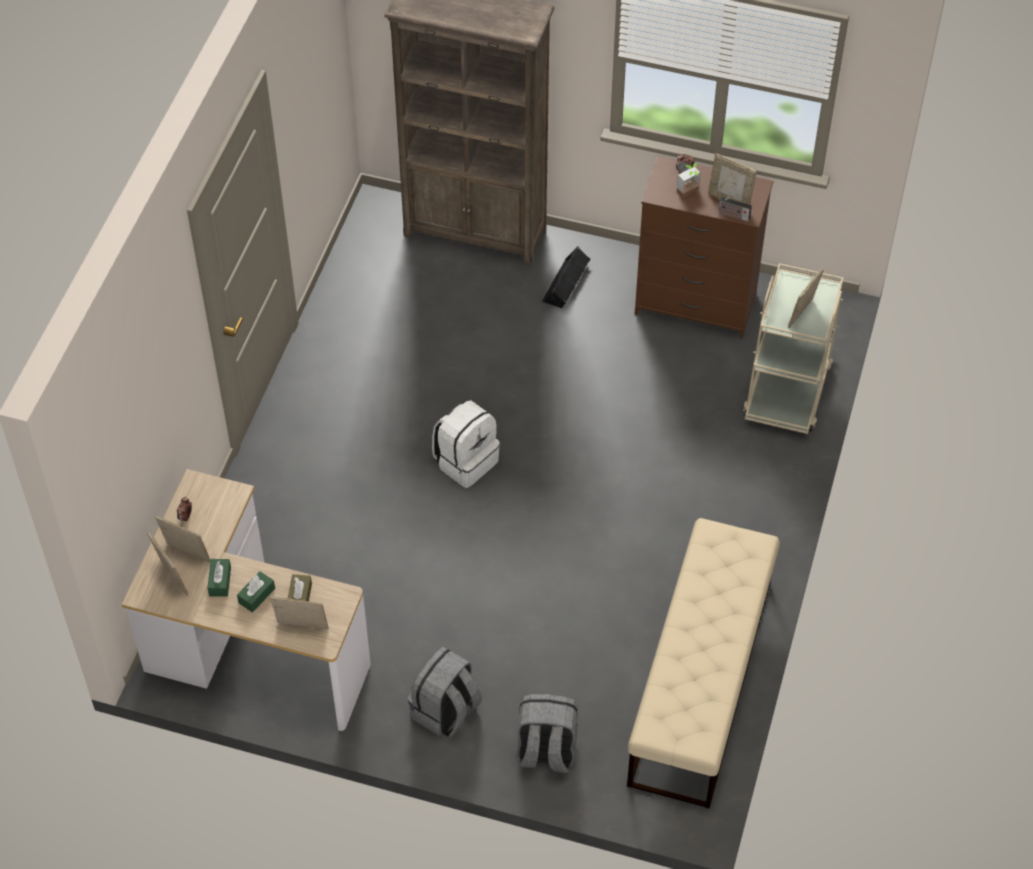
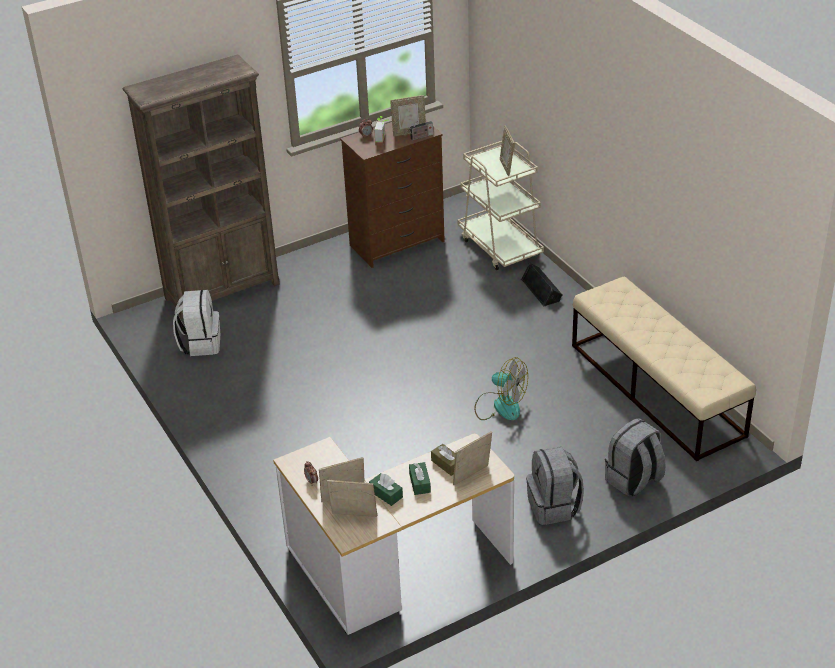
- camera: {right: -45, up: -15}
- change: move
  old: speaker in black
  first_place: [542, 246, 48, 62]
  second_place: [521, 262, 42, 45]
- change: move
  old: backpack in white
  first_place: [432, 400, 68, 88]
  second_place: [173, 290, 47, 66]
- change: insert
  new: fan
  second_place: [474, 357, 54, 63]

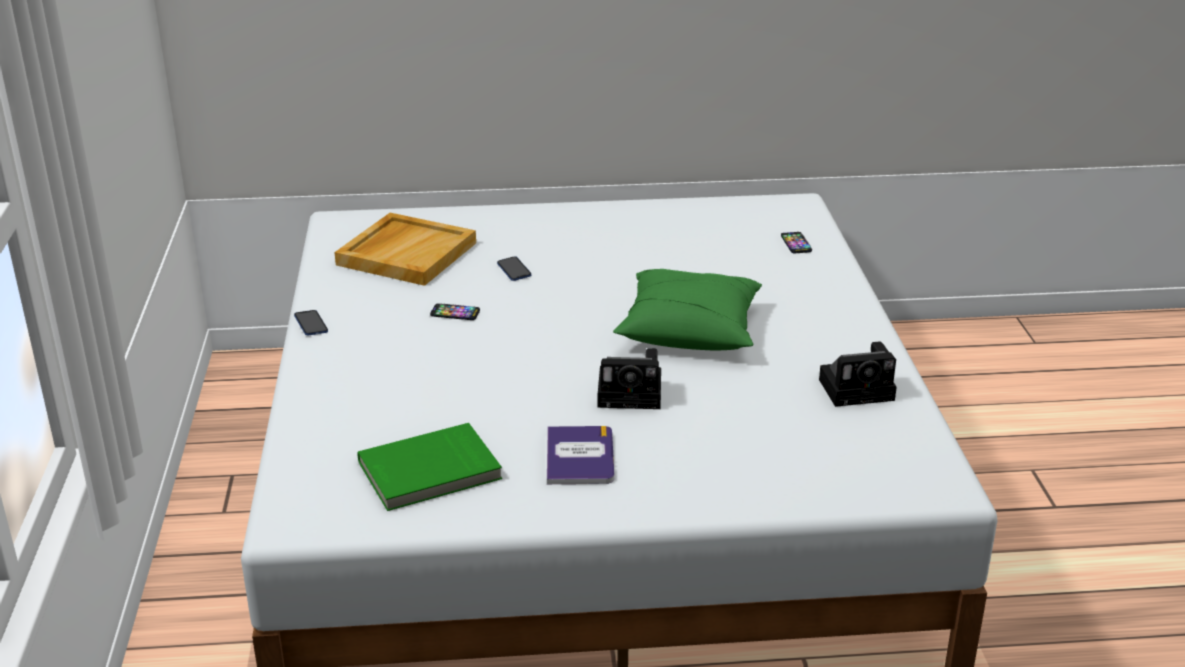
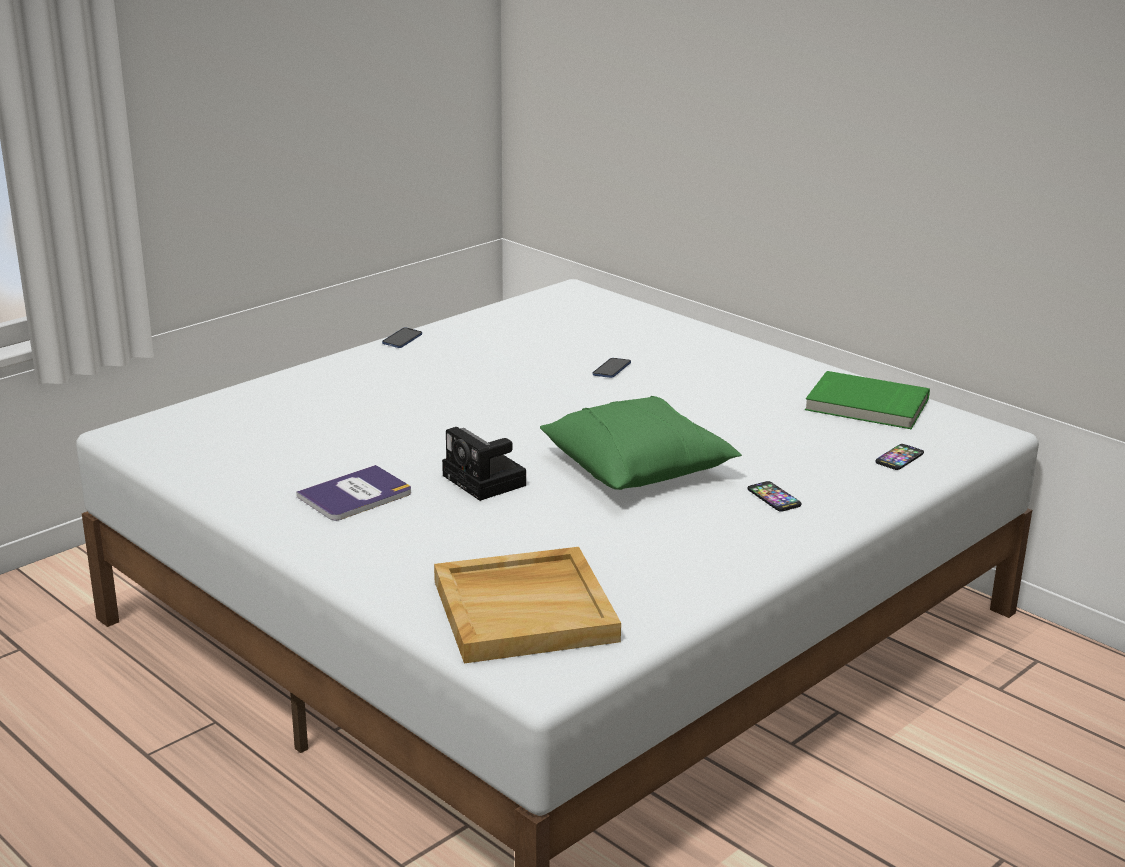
- camera: {right: 50, up: -5}
- change: move
  old: tray in beige
  first_place: [334, 213, 142, 73]
  second_place: [434, 547, 187, 116]
- change: move
  old: phone
  first_place: [430, 303, 50, 17]
  second_place: [748, 481, 53, 31]
- change: delete
  old: photo camera
  first_place: [819, 341, 78, 66]
- change: move
  old: book in green
  first_place: [357, 423, 145, 88]
  second_place: [805, 371, 125, 58]

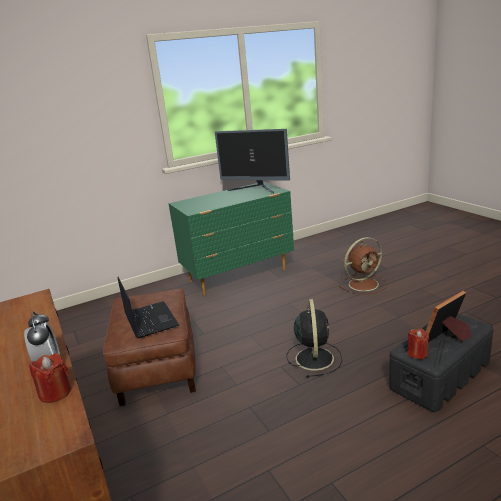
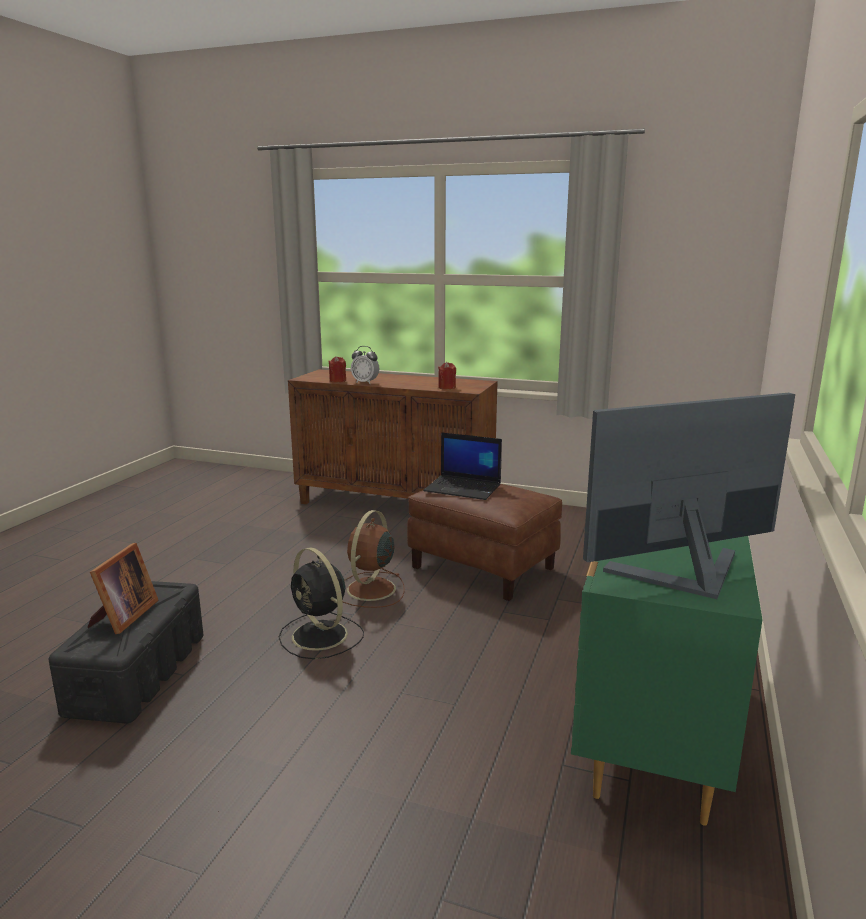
- camera: {right: 135, up: -5}
- change: move
  old: fan in brown
  first_place: [340, 237, 47, 58]
  second_place: [343, 510, 62, 98]
- change: move
  old: candle in red
  first_place: [407, 328, 22, 31]
  second_place: [438, 362, 18, 27]

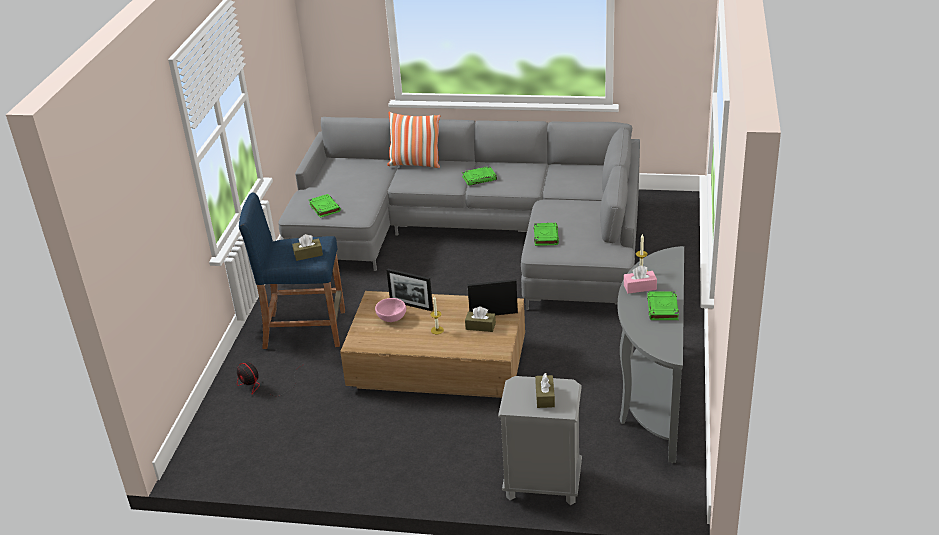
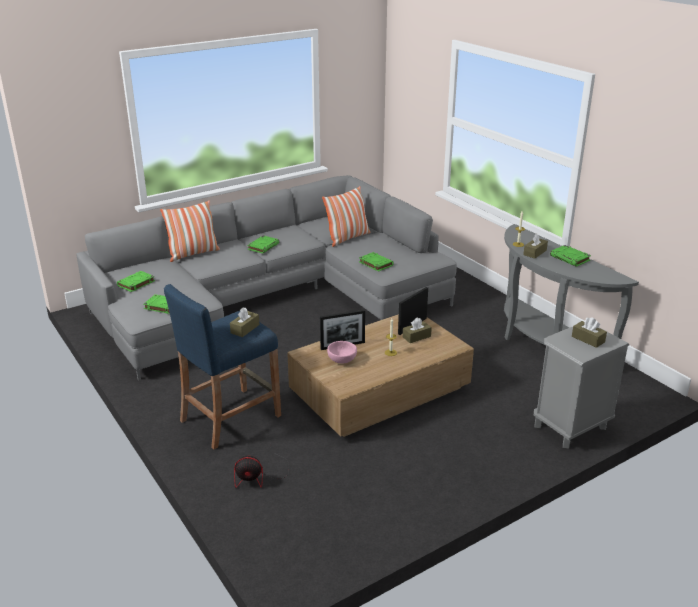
- camera: {right: -45, up: -5}
- change: recolor
  old: tissue box in pink
  new: tissue box in brown
  first_place: [624, 265, 33, 28]
  second_place: [523, 233, 25, 26]
- change: insert
  new: pillow
  second_place: [322, 186, 48, 61]
- change: insert
  new: book in green
  second_place: [117, 271, 38, 21]

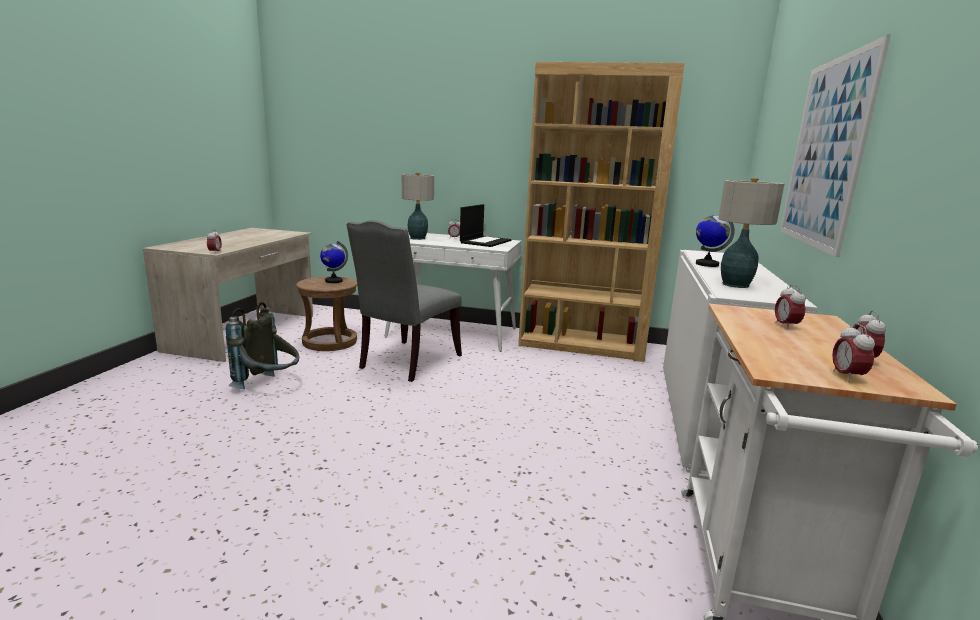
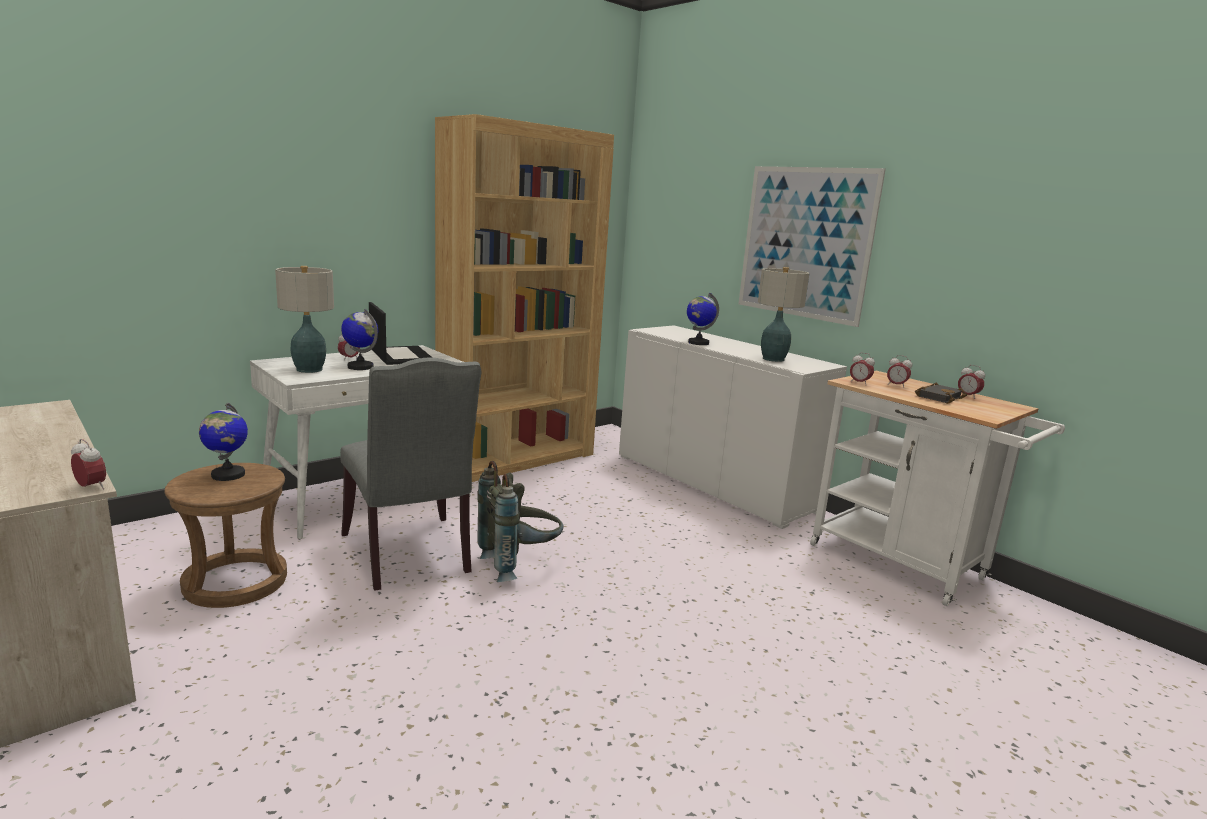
- camera: {right: -55, up: 0}
- change: move
  old: backpack in grey
  first_place: [226, 302, 73, 87]
  second_place: [477, 461, 87, 121]
- change: move
  old: alarm clock
  first_place: [832, 323, 43, 59]
  second_place: [850, 353, 25, 31]
- change: insert
  new: globe
  second_place: [341, 309, 37, 61]
- change: insert
  new: book in black
  second_place: [915, 383, 52, 21]

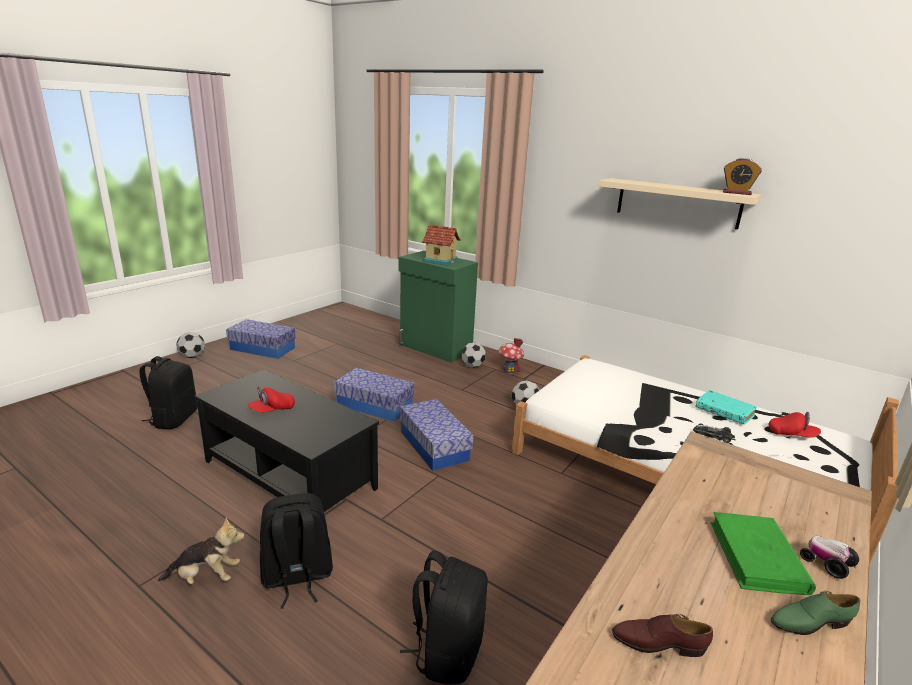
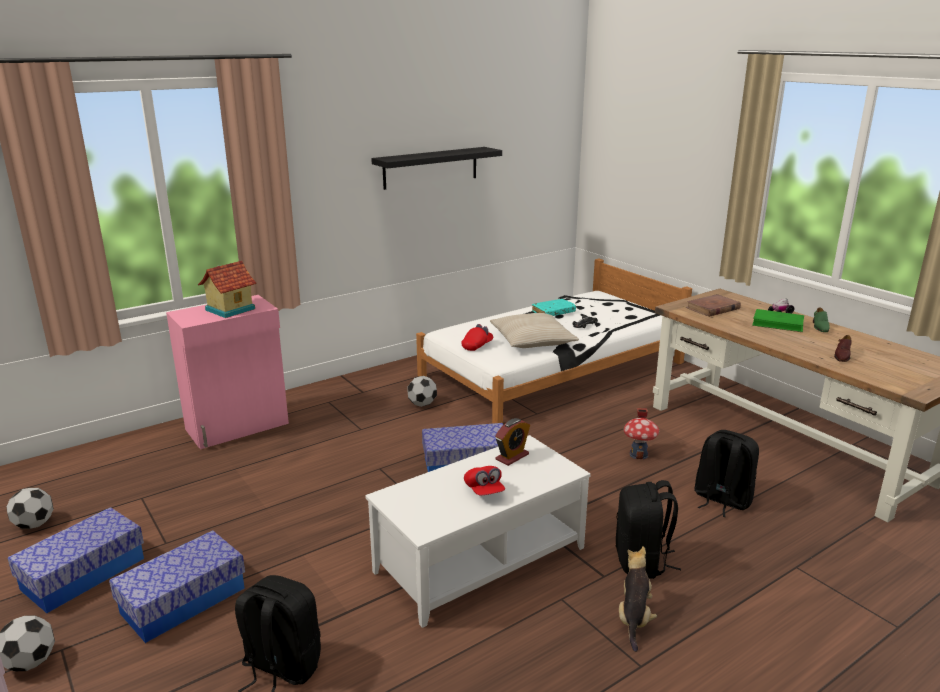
- camera: {right: -70, up: 0}
- change: move
  old: alarm clock
  first_place: [723, 158, 39, 37]
  second_place: [495, 418, 35, 48]
- change: recolor
  old: shelf in beige
  new: shelf in black
  first_place: [598, 178, 164, 51]
  second_place: [371, 147, 131, 43]
- change: recolor
  old: cabinet in green
  new: cabinet in pink
  first_place: [399, 251, 79, 112]
  second_place: [166, 295, 123, 154]
- change: move
  old: toy house
  first_place: [499, 338, 25, 36]
  second_place: [624, 408, 35, 52]
- change: move
  old: football
  first_place: [461, 342, 25, 26]
  second_place: [6, 488, 48, 41]
- change: move
  old: storage box
  first_place: [334, 368, 81, 54]
  second_place: [109, 531, 136, 112]
- change: recolor
  old: coffee table in black
  new: coffee table in white
  first_place: [195, 369, 184, 143]
  second_place: [365, 435, 226, 193]
- change: move
  old: cap in red
  first_place: [769, 412, 52, 26]
  second_place: [461, 324, 32, 27]
- change: insert
  new: book in brown
  second_place: [685, 294, 56, 23]
- change: insert
  new: pillow in beige
  second_place: [490, 313, 89, 35]

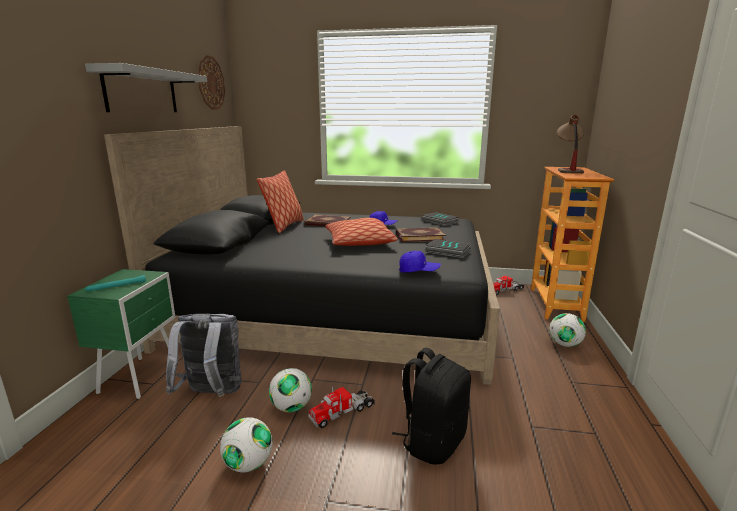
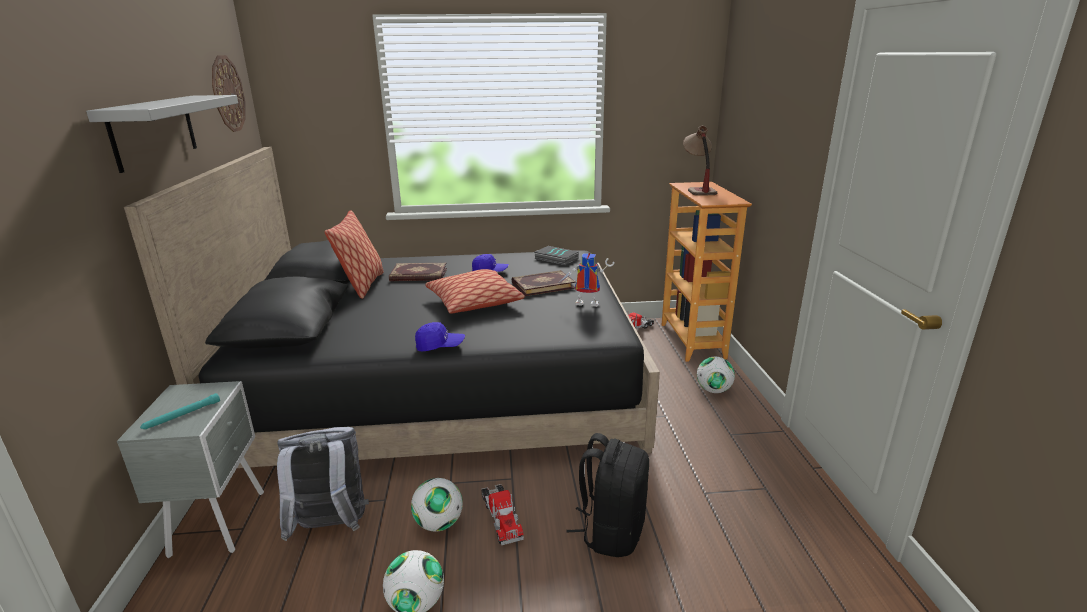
- camera: {right: -15, up: 5}
- change: replace
  old: book
  new: toy robot
  first_place: [426, 239, 45, 19]
  second_place: [558, 253, 56, 54]
- change: move
  old: cap in blue
  first_place: [399, 251, 42, 21]
  second_place: [415, 322, 50, 29]
- change: recolor
  old: nightstand in green
  new: nightstand in grey
  first_place: [67, 269, 108, 130]
  second_place: [117, 381, 147, 177]
- change: rotate
  old: toy truck
  first_place: [308, 387, 67, 41]
  second_place: [481, 484, 43, 61]
  degrees: -60

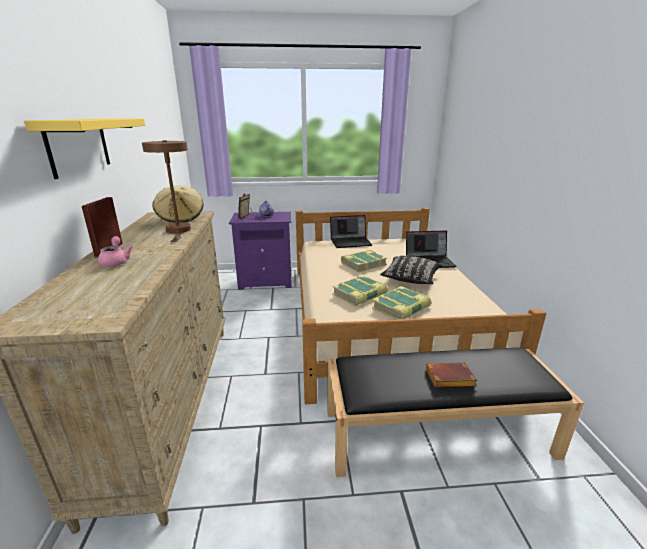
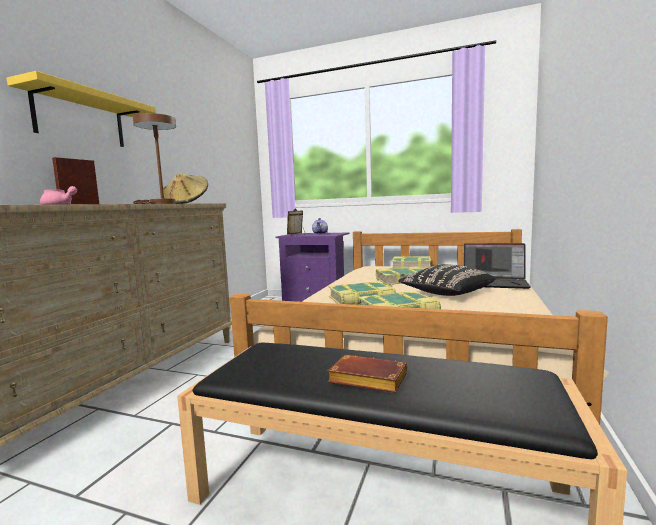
- camera: {right: 25, up: -15}
- change: replace
  old: laptop
  new: book
  first_place: [330, 215, 42, 33]
  second_place: [392, 256, 39, 13]

